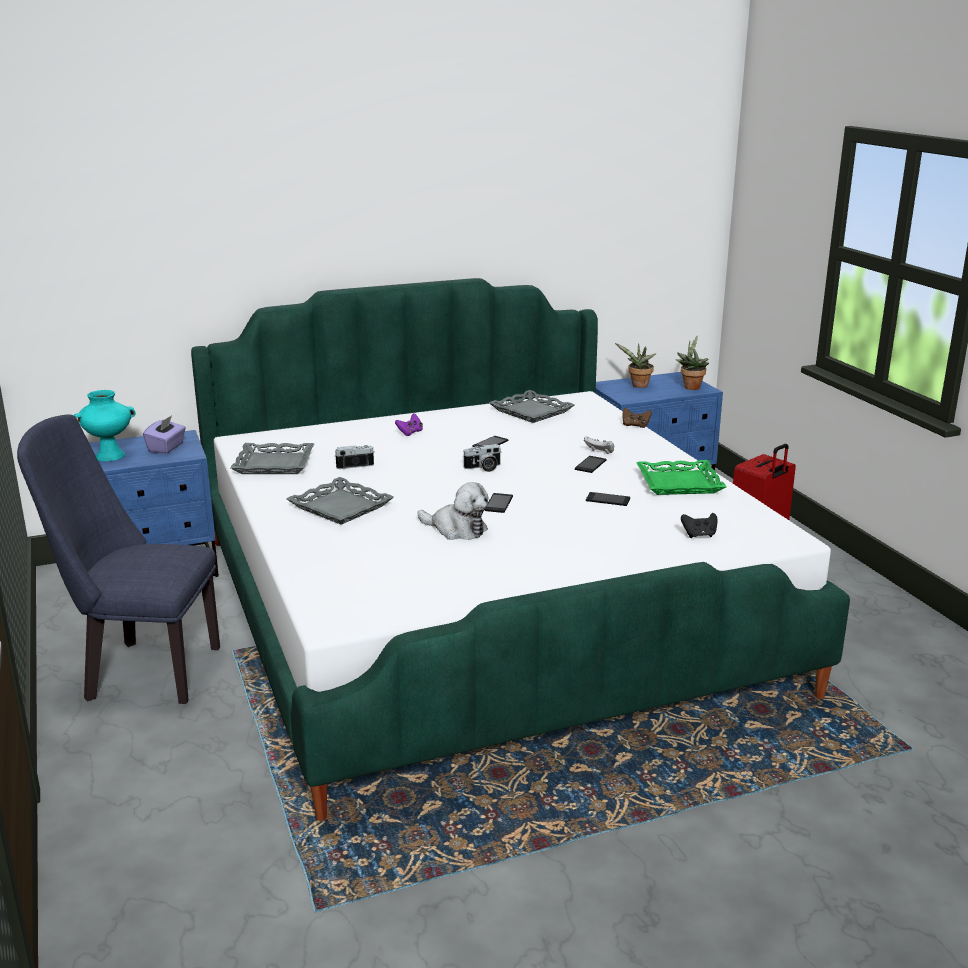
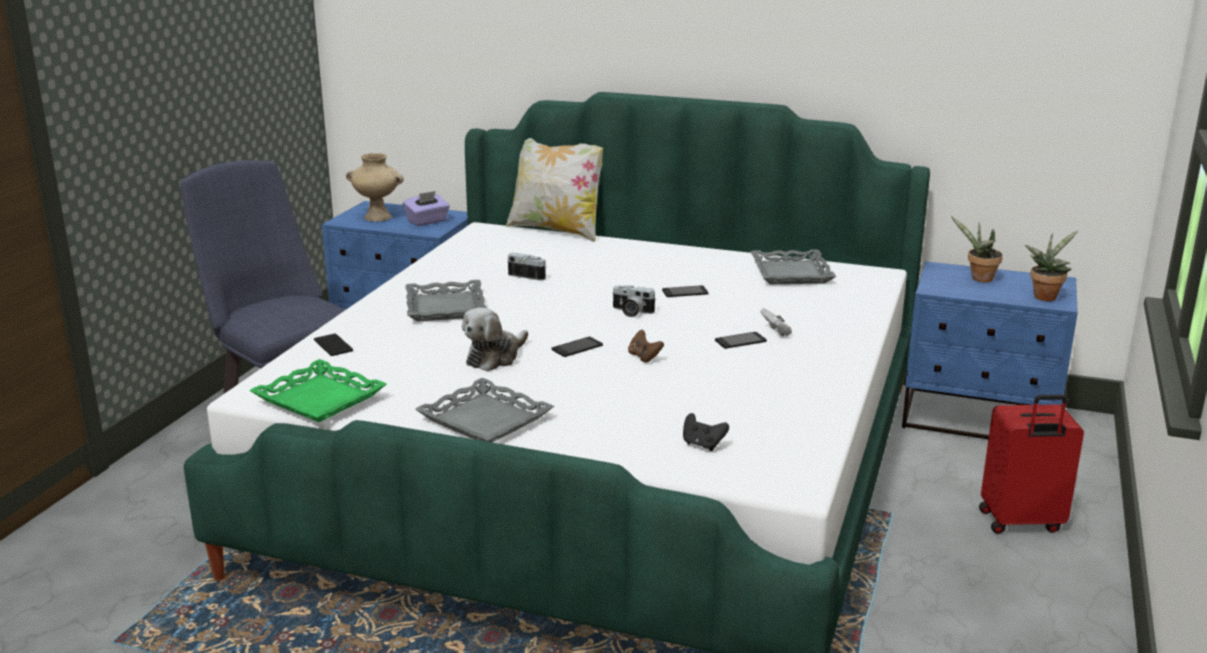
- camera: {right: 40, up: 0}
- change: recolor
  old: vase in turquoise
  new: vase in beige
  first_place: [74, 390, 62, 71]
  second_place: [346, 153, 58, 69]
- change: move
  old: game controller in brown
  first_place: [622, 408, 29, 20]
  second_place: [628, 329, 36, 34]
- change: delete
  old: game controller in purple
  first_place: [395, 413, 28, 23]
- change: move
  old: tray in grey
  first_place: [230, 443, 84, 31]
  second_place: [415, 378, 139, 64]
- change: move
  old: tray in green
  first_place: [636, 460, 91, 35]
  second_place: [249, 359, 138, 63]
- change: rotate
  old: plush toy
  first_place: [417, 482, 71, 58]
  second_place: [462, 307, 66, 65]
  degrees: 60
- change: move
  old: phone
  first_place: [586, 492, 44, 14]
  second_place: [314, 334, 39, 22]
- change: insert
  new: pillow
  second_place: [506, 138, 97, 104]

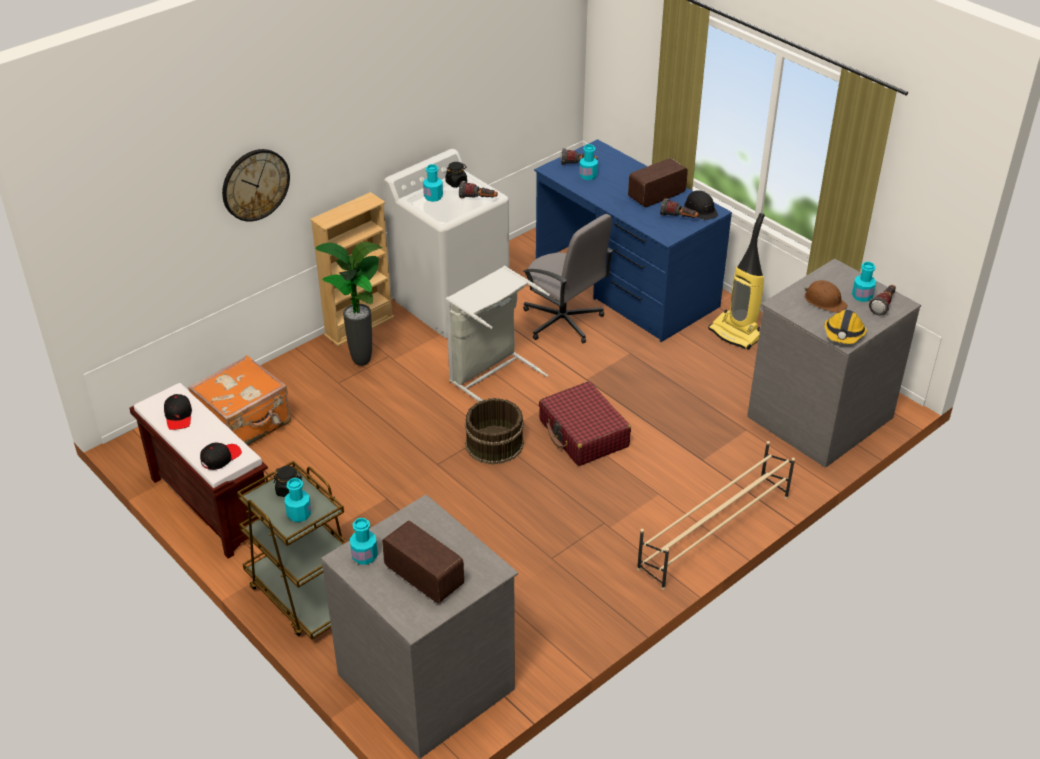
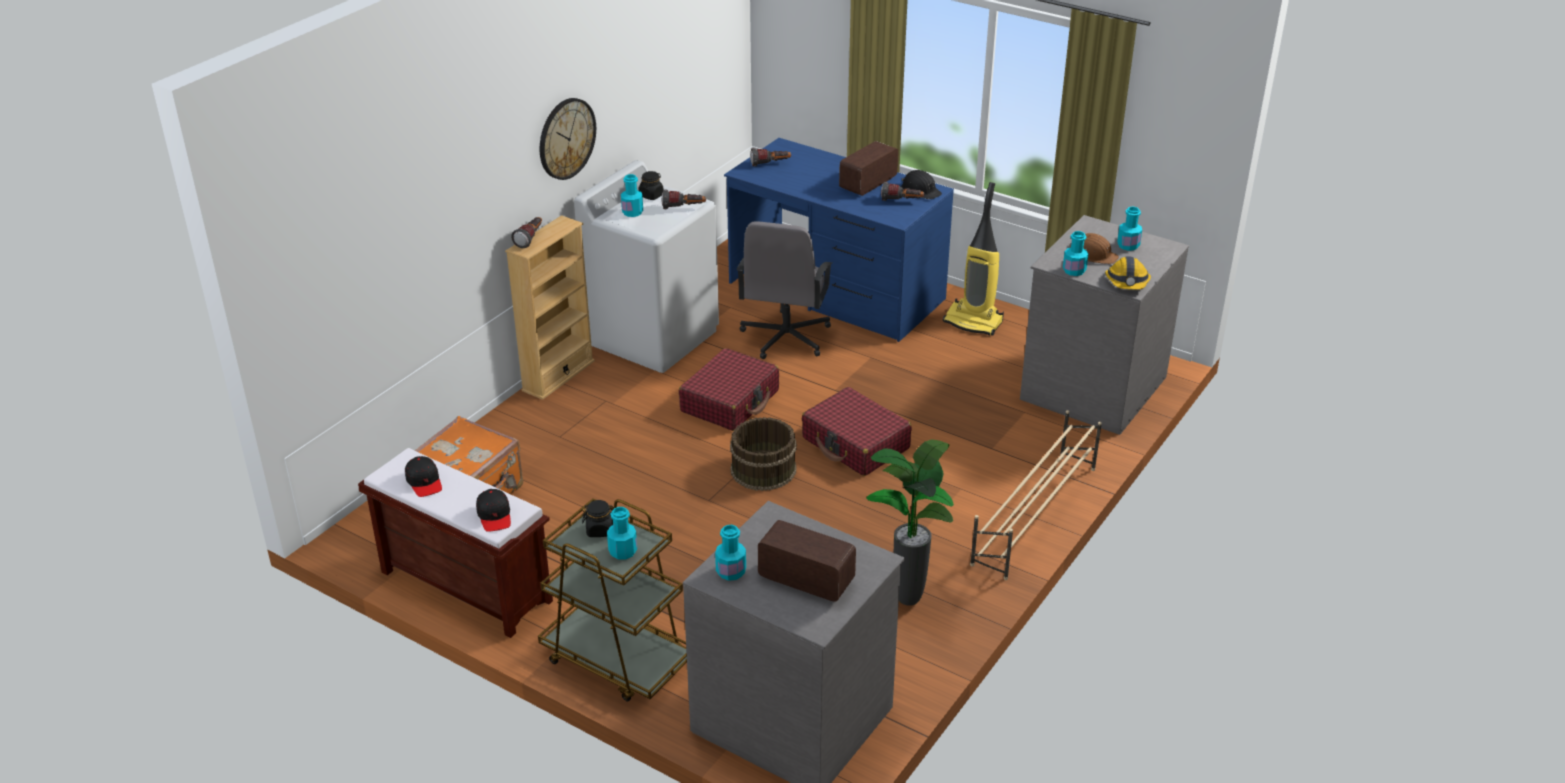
- camera: {right: -15, up: -5}
- change: move
  old: bottle in turquoise
  first_place: [579, 144, 19, 36]
  second_place: [1063, 231, 25, 45]
- change: move
  old: wall clock
  first_place: [222, 149, 68, 73]
  second_place: [540, 98, 56, 82]
- change: rotate
  old: office chair in grey
  first_place: [523, 214, 90, 129]
  second_place: [737, 222, 95, 137]
  degrees: 75
- change: move
  old: potted plant
  first_place: [315, 242, 67, 124]
  second_place: [866, 440, 88, 166]
- change: replace
  old: laundry basket in grey
  new: suitcase in red
  first_place: [446, 266, 104, 136]
  second_place: [679, 348, 100, 83]
- change: move
  old: flashlight
  first_place: [869, 285, 27, 31]
  second_place: [511, 217, 31, 31]
- change: rotate
  old: cap in black
  first_place: [200, 443, 42, 27]
  second_place: [476, 489, 35, 43]
  degrees: 135

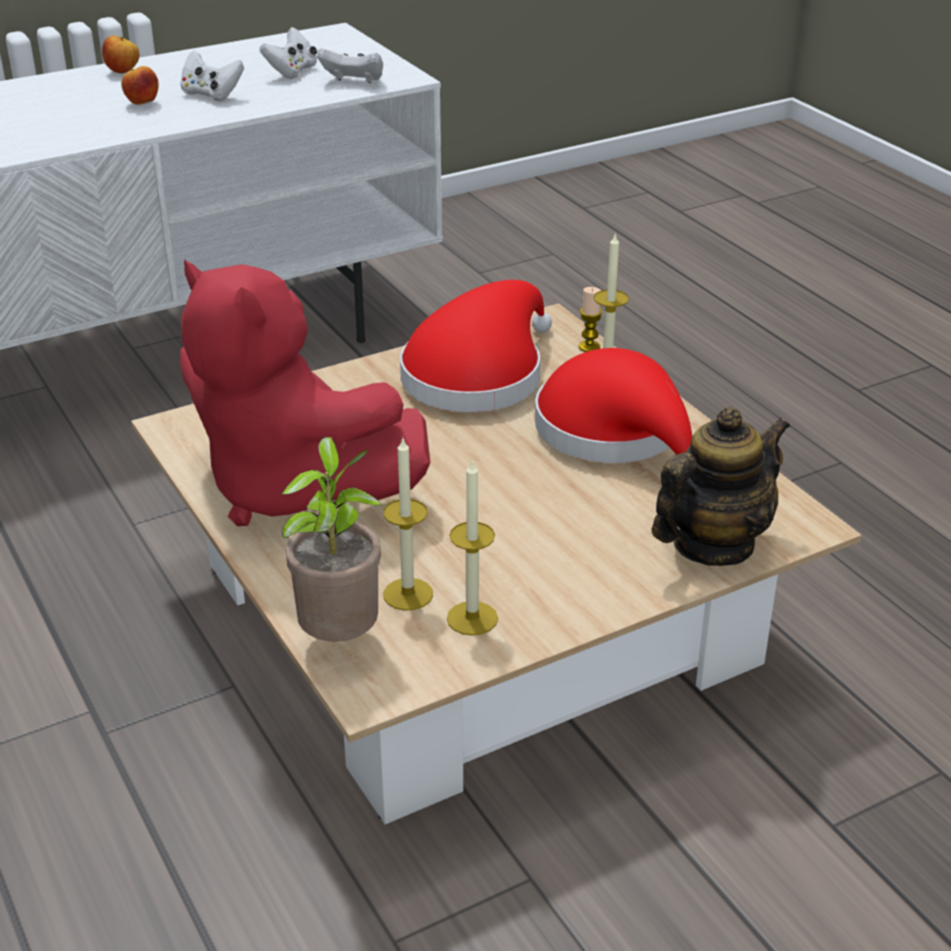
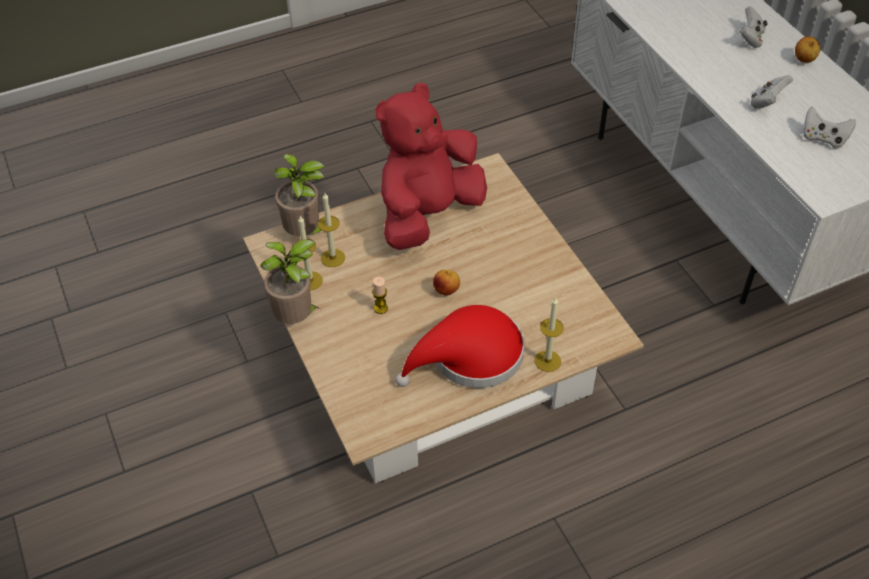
- camera: {right: 95, up: 15}
- change: move
  old: game controller in white
  first_place: [317, 48, 66, 35]
  second_place: [740, 6, 27, 42]
- change: move
  old: apple
  first_place: [121, 66, 38, 39]
  second_place: [433, 270, 27, 26]
- change: delete
  old: hat in red
  first_place: [400, 280, 152, 132]
- change: move
  old: candle
  first_place: [579, 287, 23, 65]
  second_place: [372, 277, 16, 37]
- change: delete
  old: teapot
  first_place: [651, 407, 139, 159]
- change: insert
  new: potted plant
  second_place: [260, 240, 60, 84]

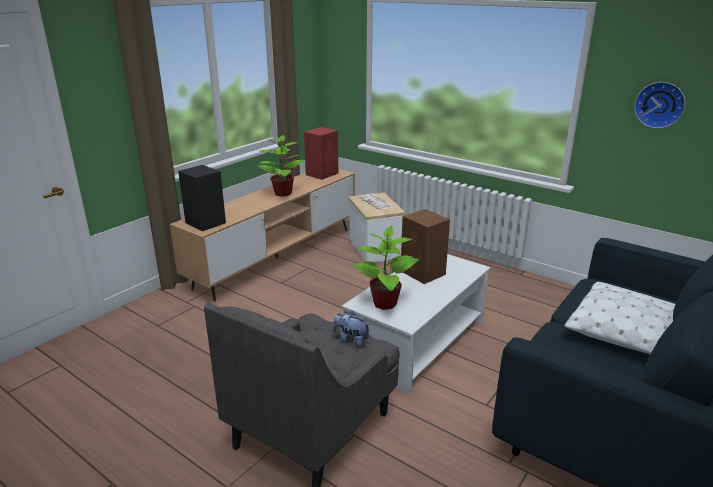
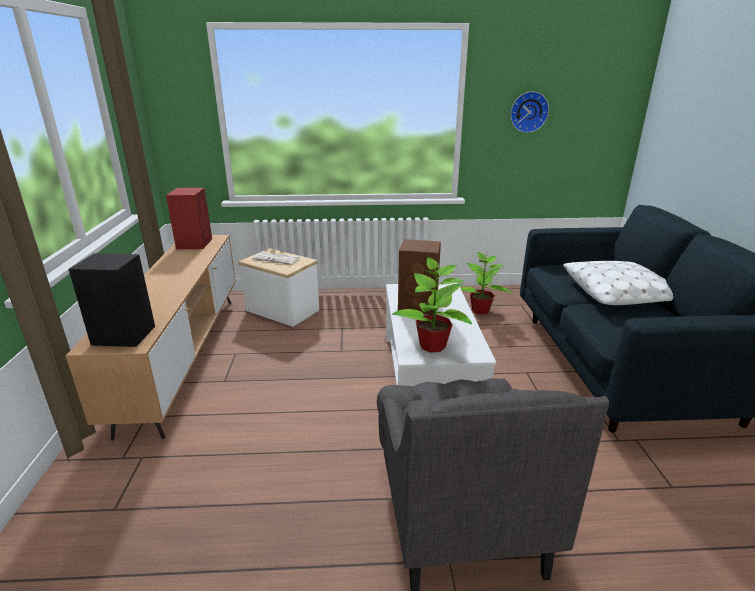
- camera: {right: -40, up: 0}
- change: move
  old: potted plant
  first_place: [258, 135, 47, 62]
  second_place: [461, 252, 50, 62]
- change: delete
  old: plush toy
  first_place: [333, 311, 37, 37]

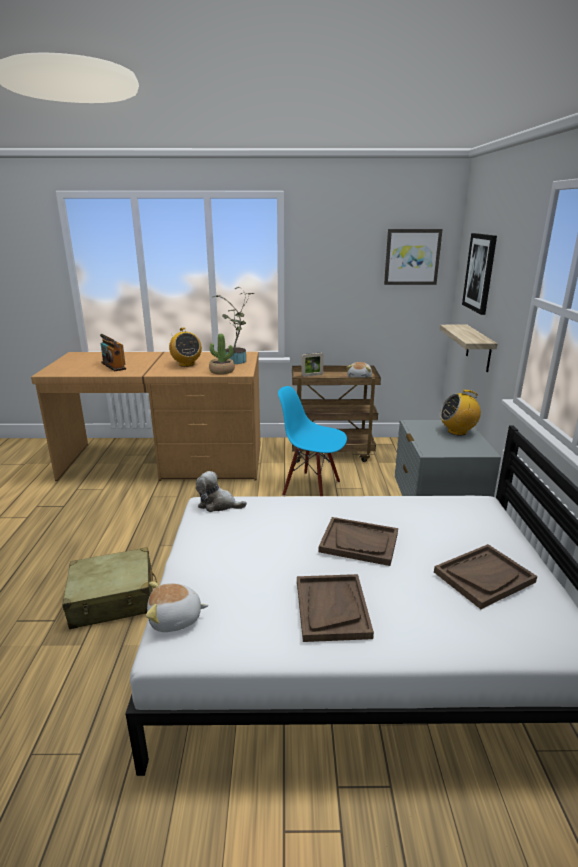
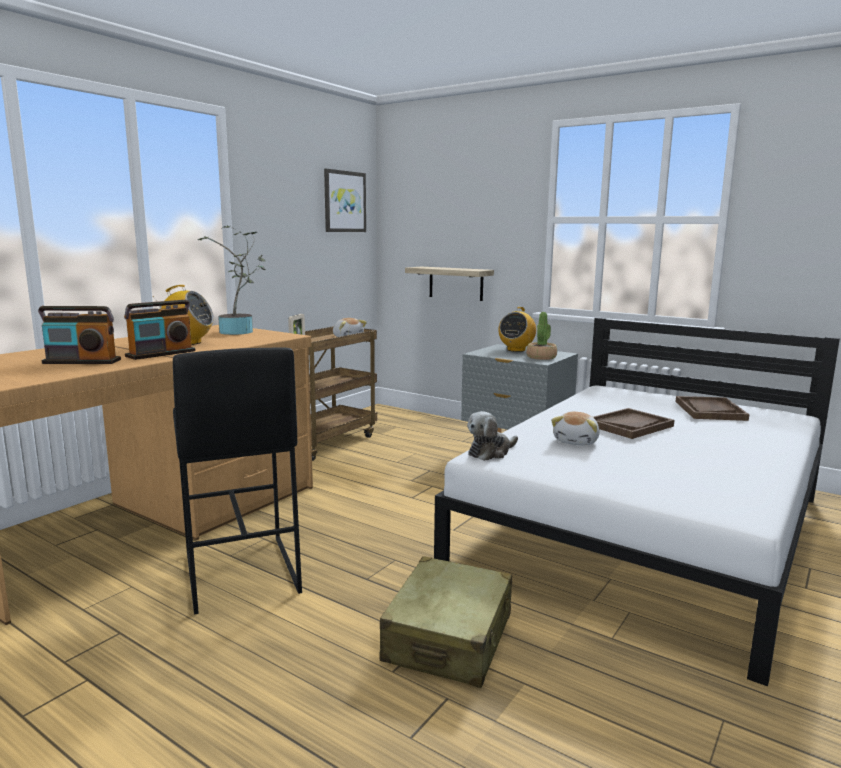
- camera: {right: -55, up: -10}
- change: delete
  old: picture
  first_place: [462, 233, 35, 82]
- change: move
  old: potted plant
  first_place: [209, 334, 26, 41]
  second_place: [526, 312, 31, 48]
- change: delete
  old: chair in blue
  first_place: [278, 386, 69, 110]
- change: delete
  old: tray in brown
  first_place: [297, 574, 77, 68]
- change: move
  old: plush toy
  first_place: [146, 582, 63, 50]
  second_place: [551, 412, 49, 34]
- change: insert
  new: radio
  second_place: [124, 300, 72, 60]
- change: insert
  new: stool in black
  second_place: [173, 348, 129, 267]

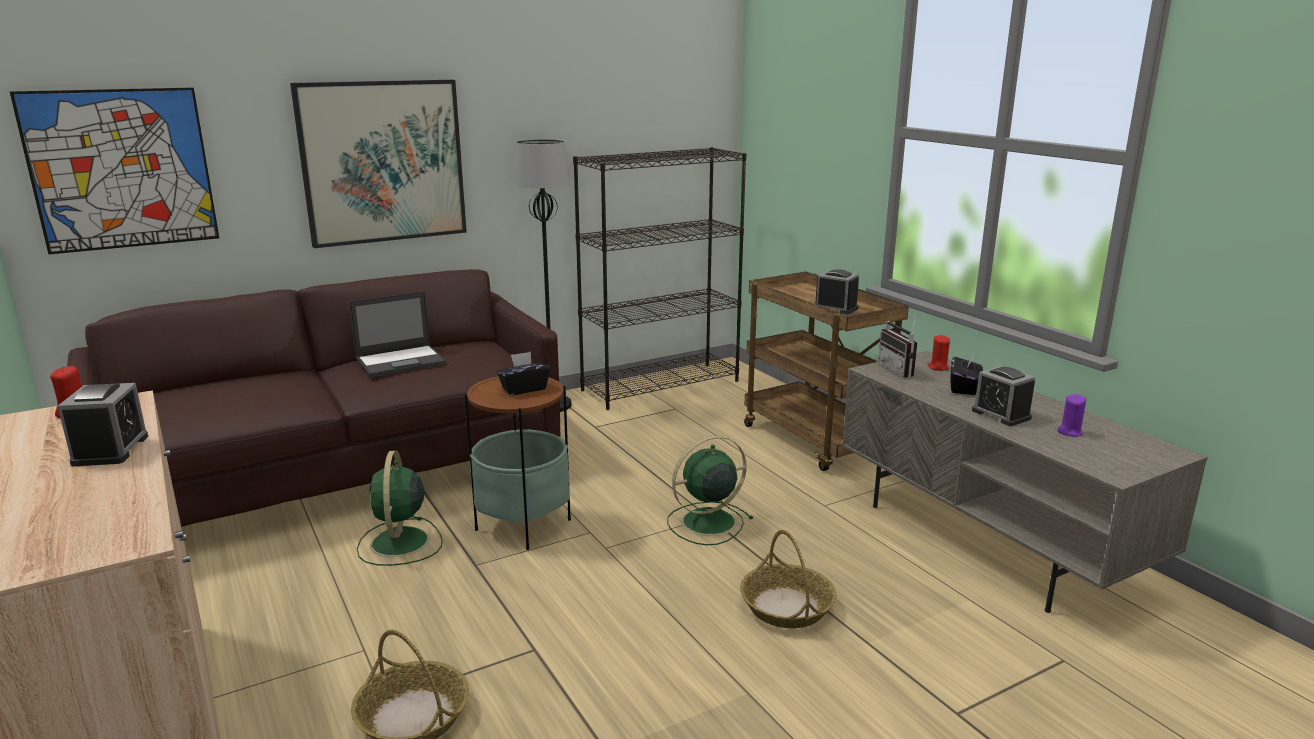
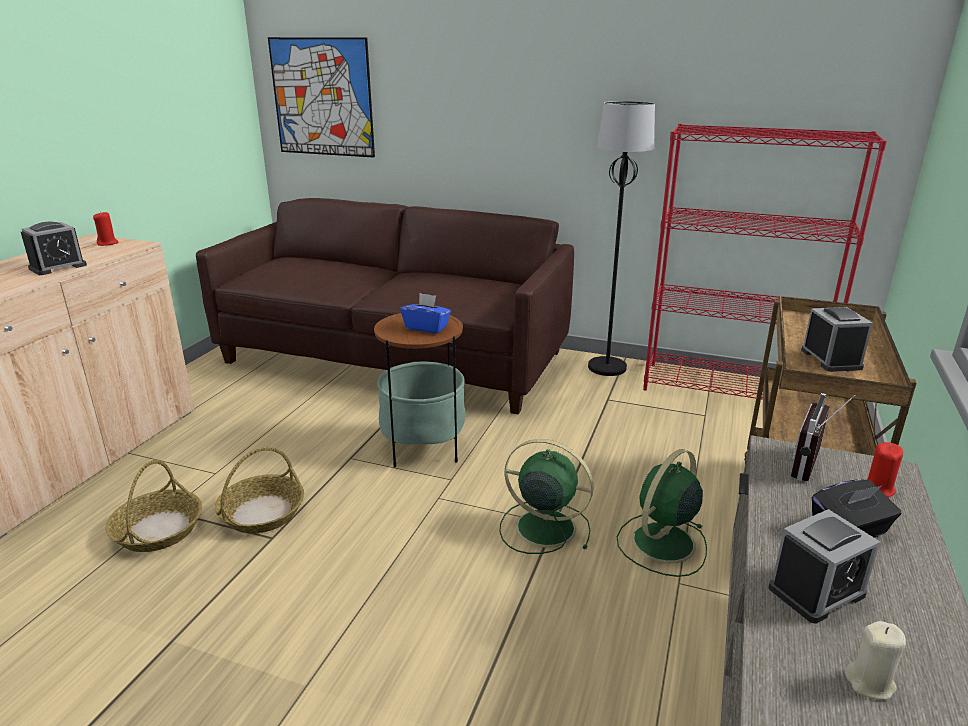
- camera: {right: 50, up: 5}
- change: delete
  old: picture
  first_place: [290, 80, 177, 168]
- change: recolor
  old: bookcase in black
  new: bookcase in red
  first_place: [573, 147, 173, 263]
  second_place: [643, 124, 244, 276]
- change: delete
  old: laptop
  first_place: [349, 291, 98, 86]
- change: recolor
  old: tissue box in black
  new: tissue box in blue
  first_place: [497, 352, 53, 43]
  second_place: [400, 293, 51, 41]
- change: rotate
  old: alarm clock
  first_place: [972, 366, 63, 60]
  second_place: [768, 509, 112, 114]
  degrees: -135
- change: recolor
  old: candle in purple
  new: candle in beige
  first_place: [1057, 394, 29, 43]
  second_place: [845, 621, 61, 79]
- change: move
  old: fan in green
  first_place: [357, 450, 86, 116]
  second_place: [617, 449, 90, 128]
- change: move
  old: basket
  first_place: [740, 530, 97, 98]
  second_place: [215, 447, 89, 87]

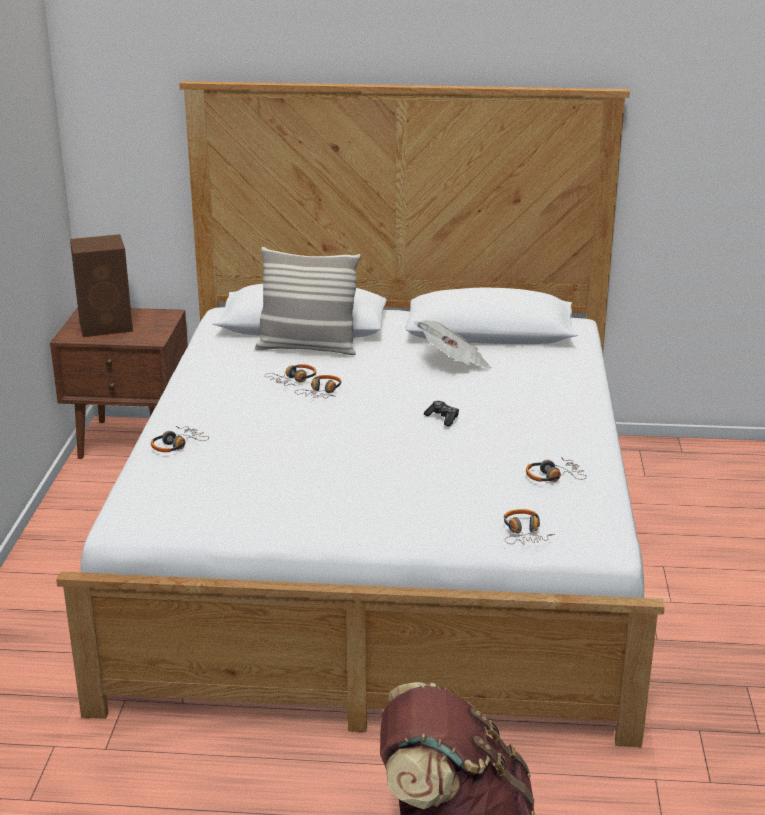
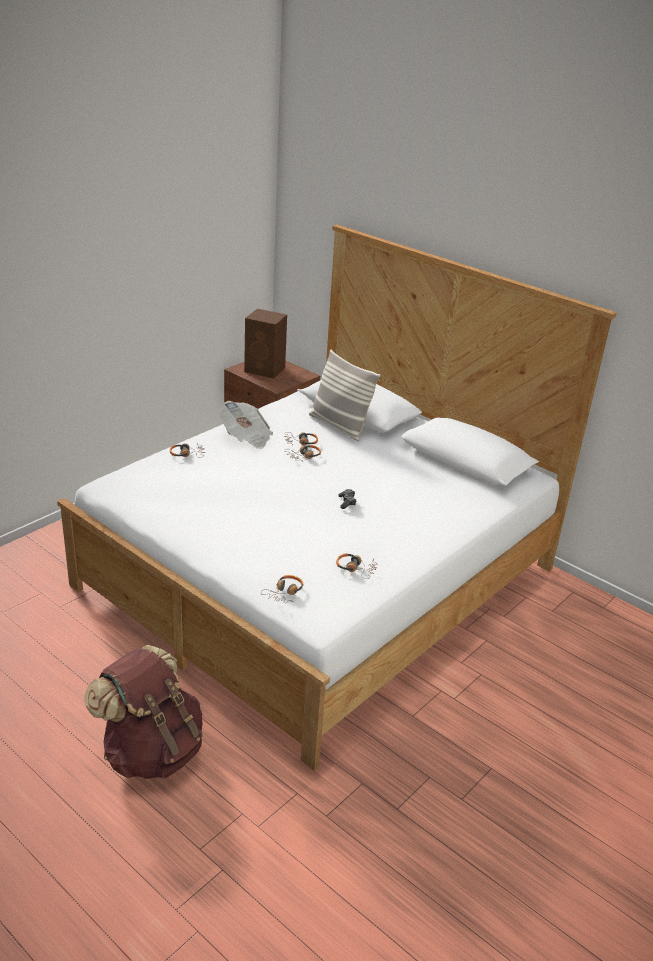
- camera: {right: 35, up: 5}
- change: move
  old: newspaper
  first_place: [414, 320, 78, 48]
  second_place: [220, 401, 53, 48]

